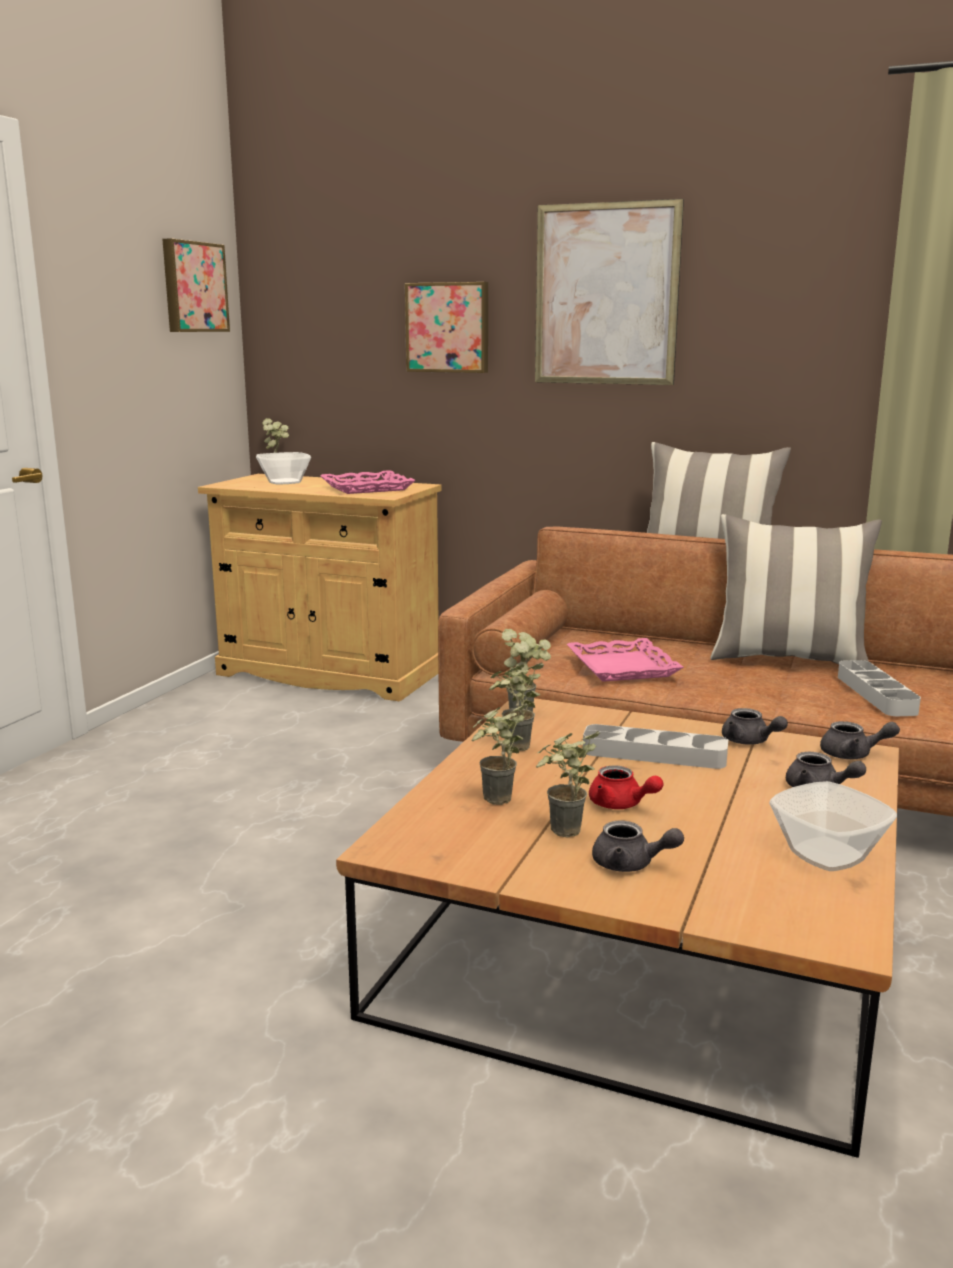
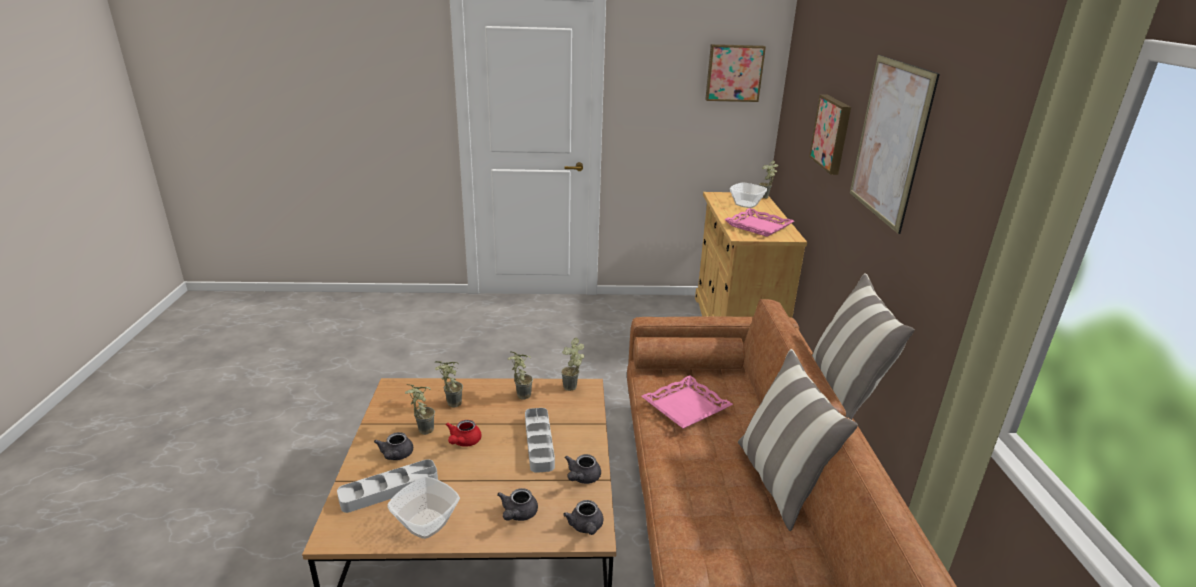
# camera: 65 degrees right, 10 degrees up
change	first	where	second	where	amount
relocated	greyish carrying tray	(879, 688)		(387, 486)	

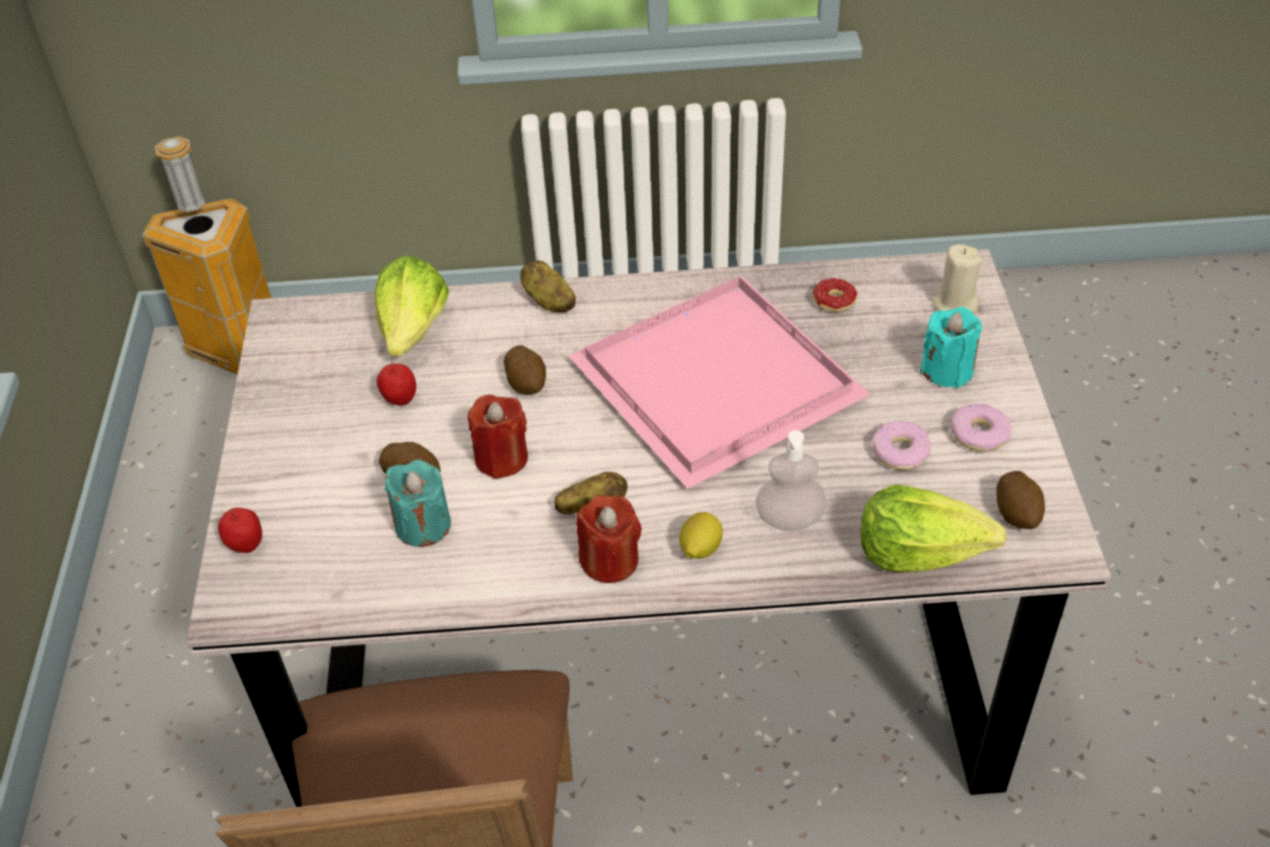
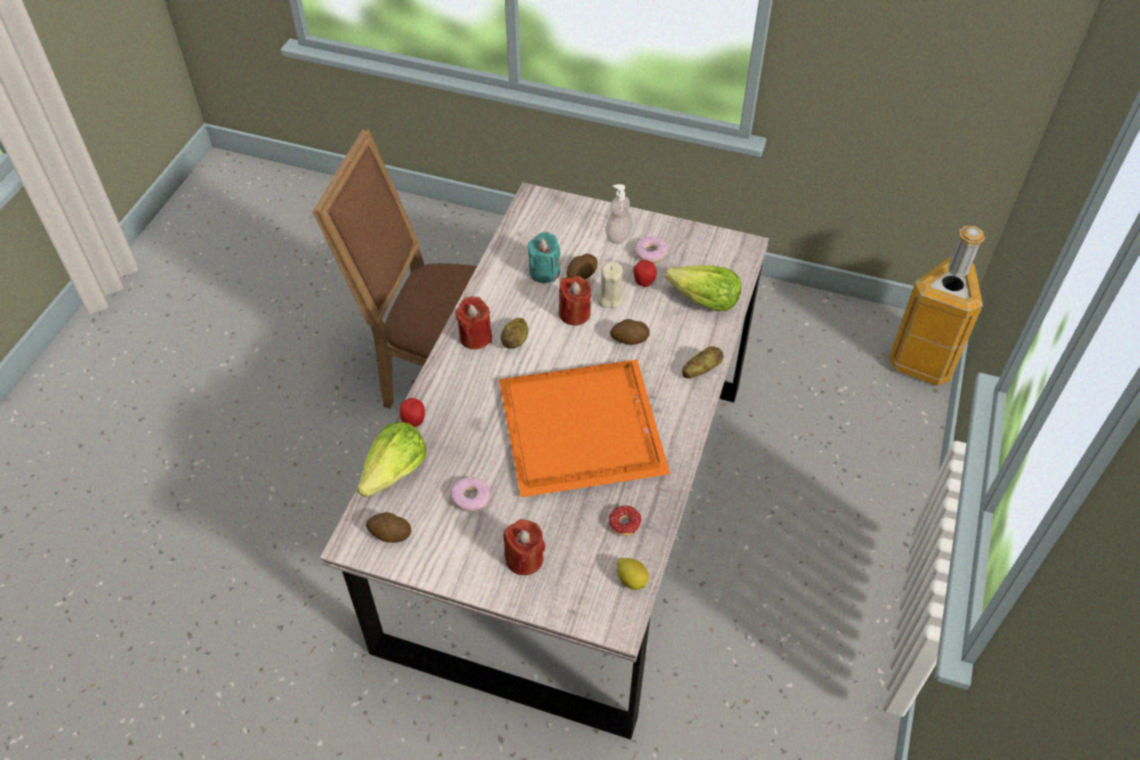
# camera: 110 degrees right, 5 degrees up
change	first	where	second	where	amount
relocated	apple fruit	(240, 530)		(412, 412)	
colour	pink-coloured carrying tray	(720, 382)	orange carrying tray	(584, 428)	
colour	turquoise-coloured candle	(951, 347)	reddish candle	(525, 547)	
relocated	beige candle	(957, 279)		(610, 285)	
relocated	soap bottle	(791, 480)		(619, 214)	
relocated	citrus fruit	(701, 535)		(633, 574)	
relocated	donut	(981, 428)		(651, 249)	

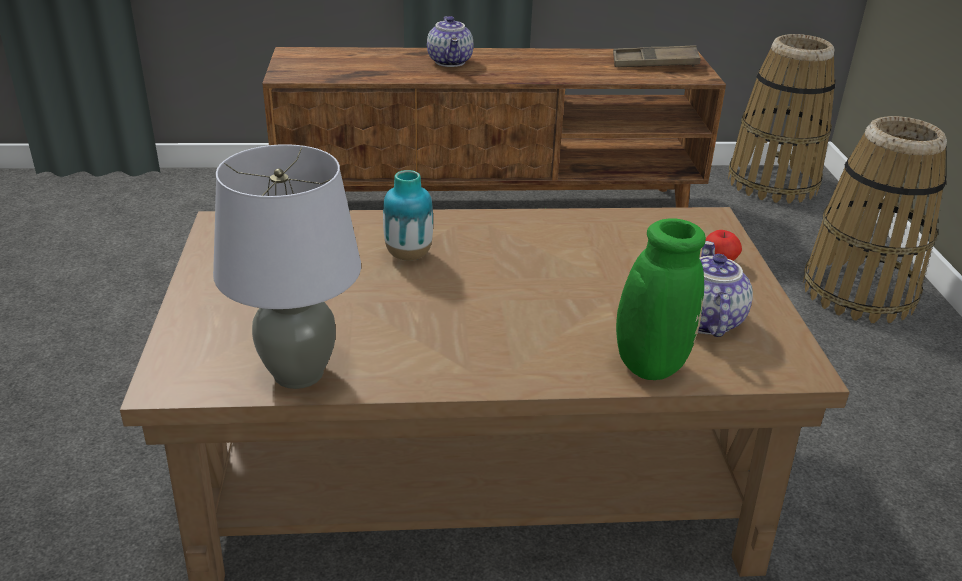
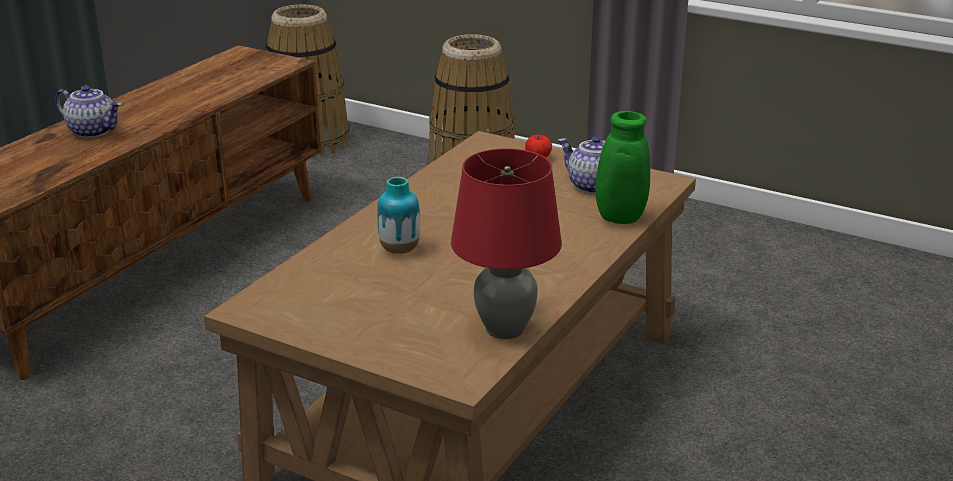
# camera: 55 degrees left, 5 degrees down
change	first	where	second	where	amount
colour	greyish table lamp	(287, 266)	reddish table lamp	(506, 243)	
missing	brownish carrying tray	(657, 56)			

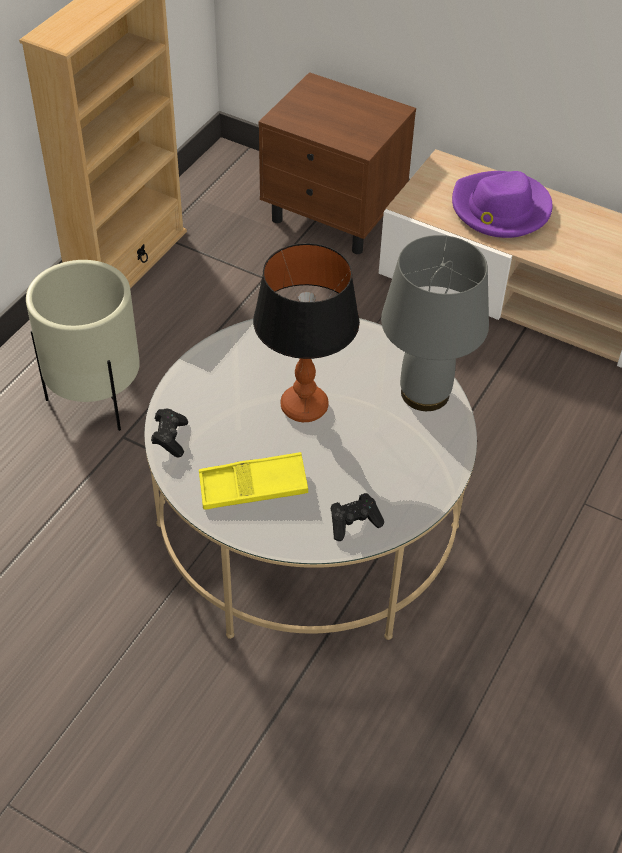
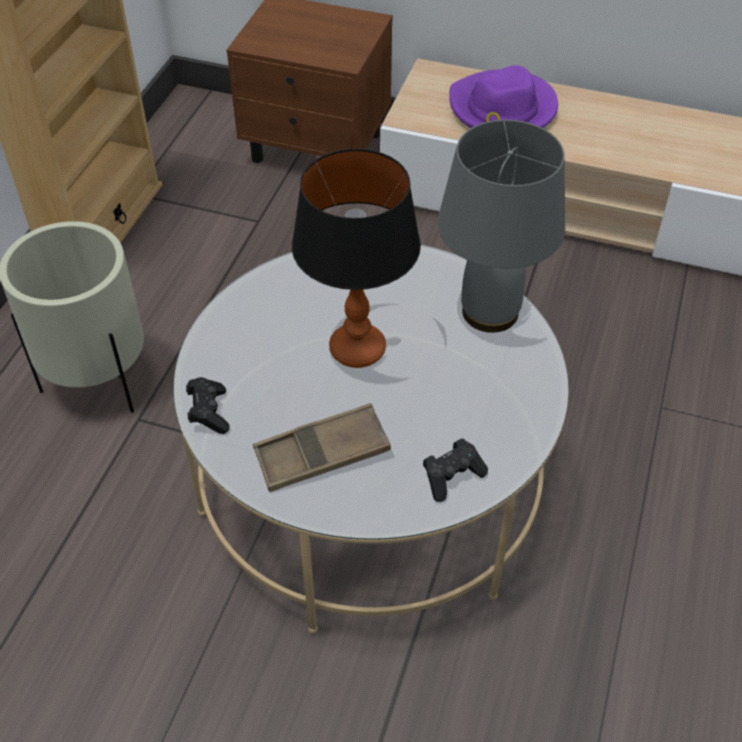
# camera: 10 degrees left, 0 degrees up
change	first	where	second	where	amount
colour	yellow-coloured carrying tray	(253, 481)	brownish carrying tray	(322, 447)	

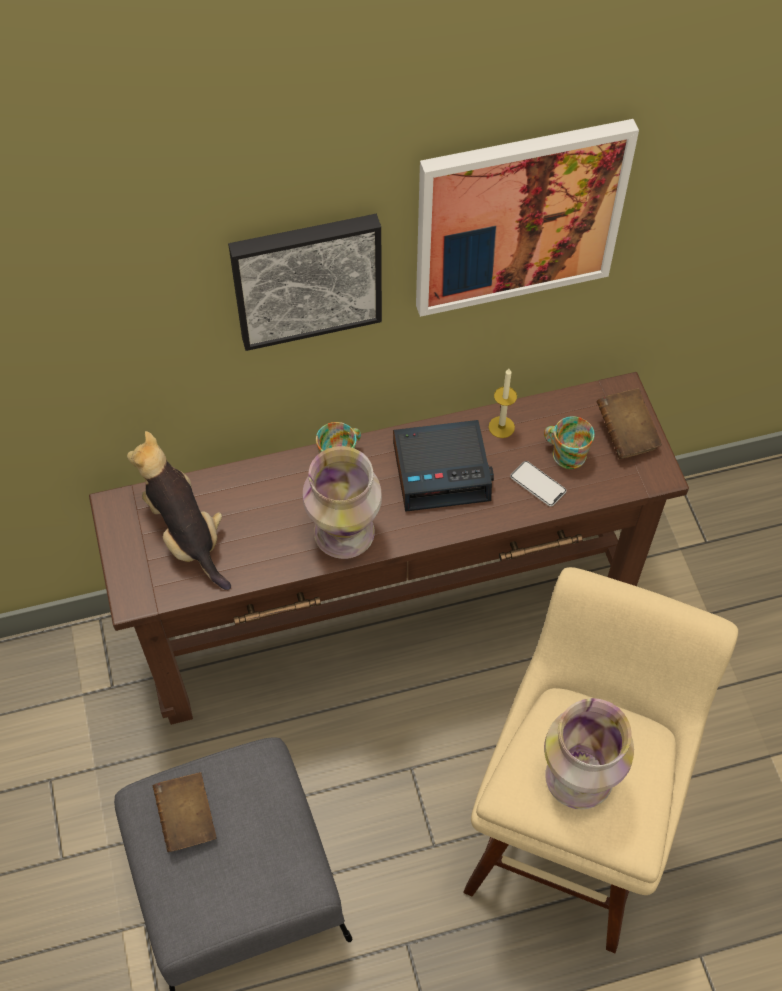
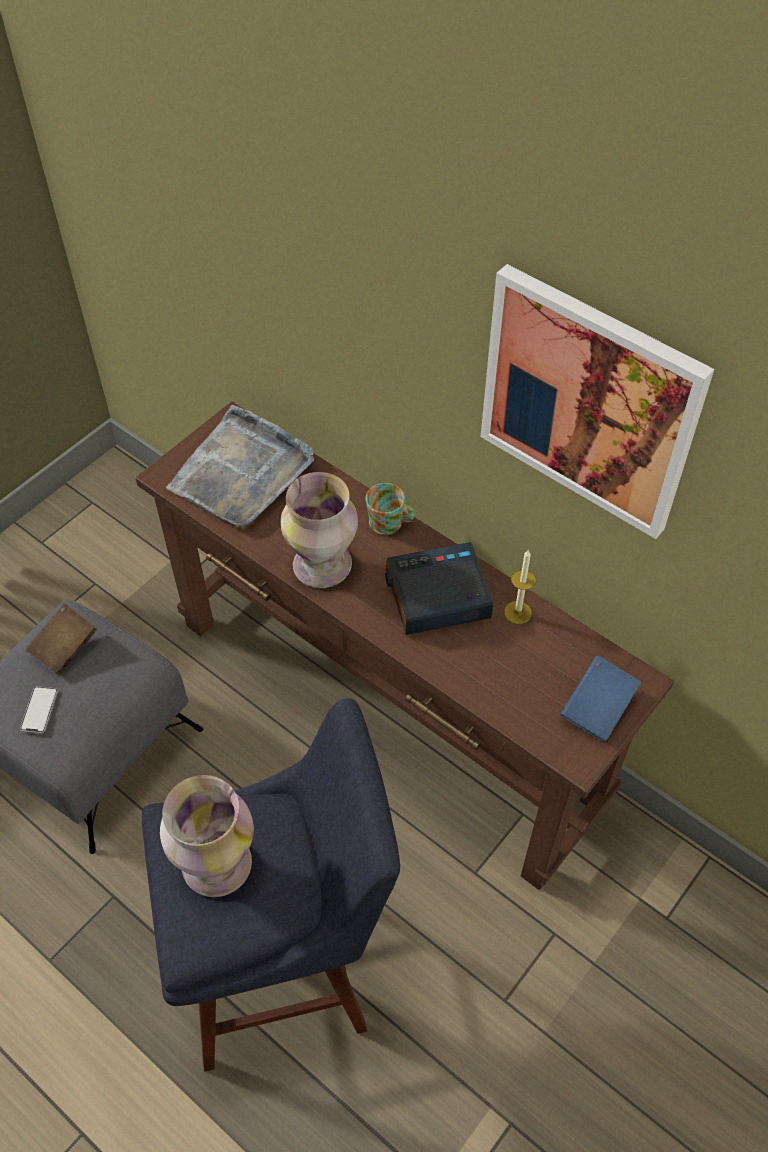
# camera: 55 degrees right, 5 degrees down
change	first	where	second	where	amount
relocated	telephone	(538, 484)		(39, 709)	
colour	beige stool	(600, 760)	blue-coloured stool	(271, 885)	
exchanged	plush toy	(179, 510)	greyish carrying tray	(240, 466)	
spun	table clock	(443, 466)		(439, 588)	120 degrees clockwise
colour	brownish bound book	(629, 423)	blue-coloured bound book	(601, 698)	
missing	picture	(305, 282)			
missing	tea mug	(569, 442)			

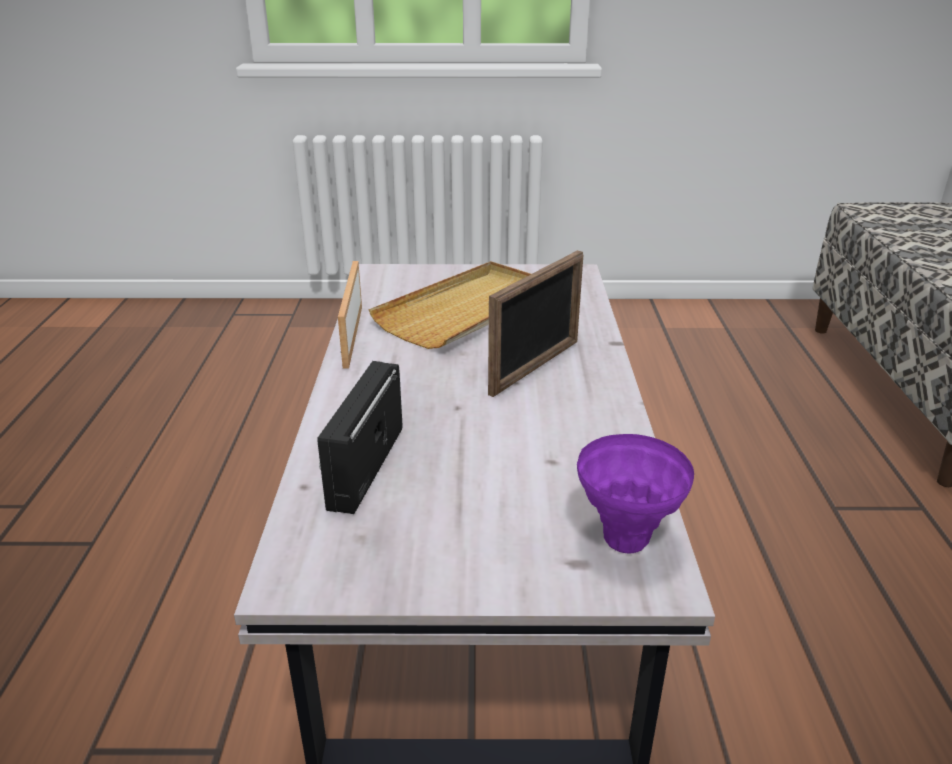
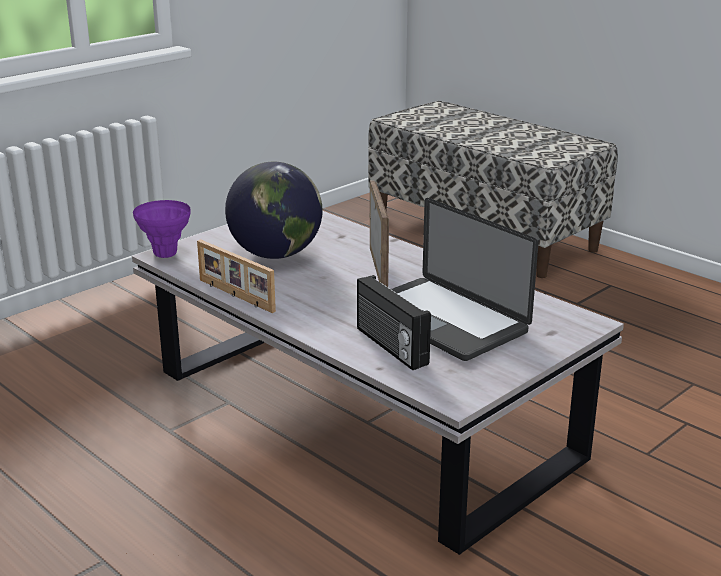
# camera: 45 degrees left, 5 degrees down
change	first	where	second	where	amount
relocated	purplish decorative vase	(635, 493)		(162, 229)	
exchanged	beige carrying tray	(449, 305)	desk globe	(274, 210)	
appeared			laptop	(464, 279)	

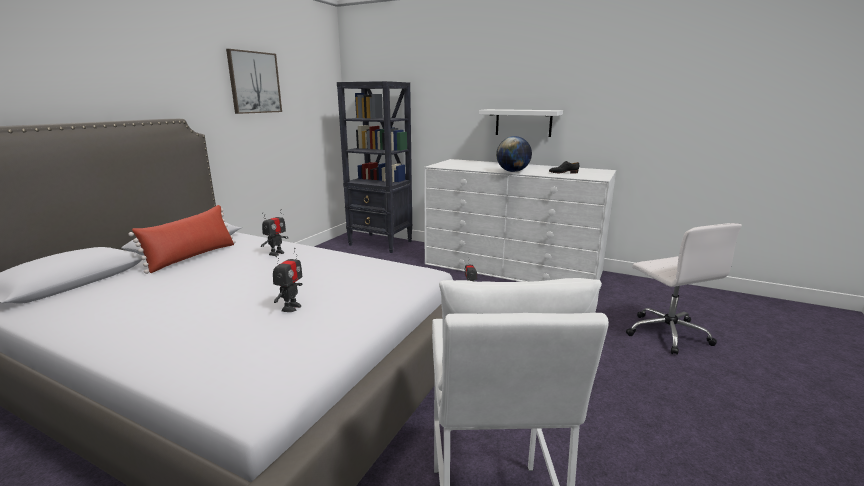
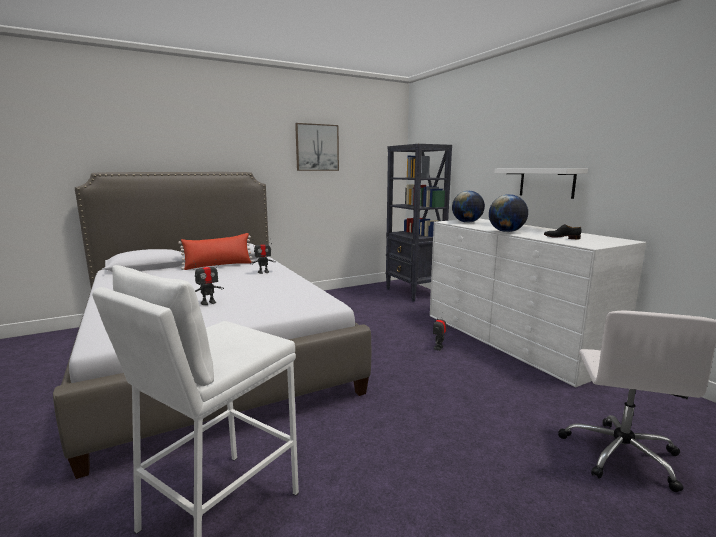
# camera: 35 degrees right, 5 degrees down
change	first	where	second	where	amount
appeared			desk globe	(468, 207)	

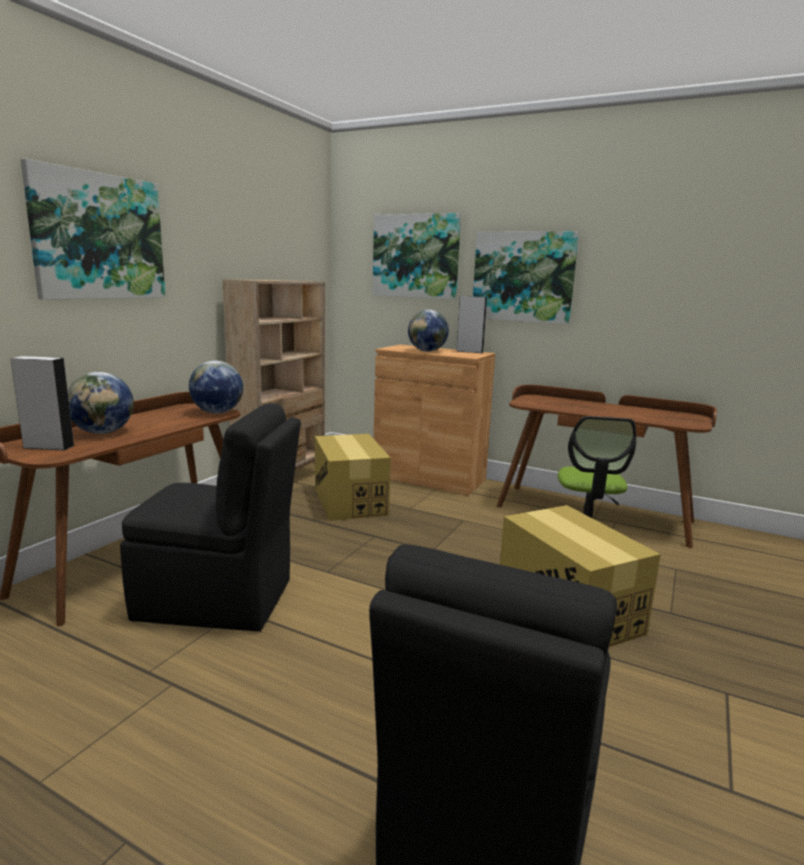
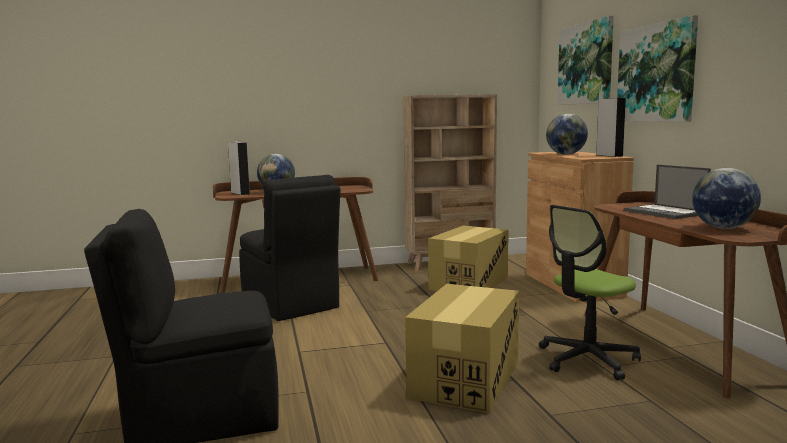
# camera: 50 degrees right, 5 degrees down
change	first	where	second	where	amount
appeared			laptop	(667, 192)	
relocated	desk globe	(216, 387)		(726, 198)	
missing	picture	(93, 229)			

